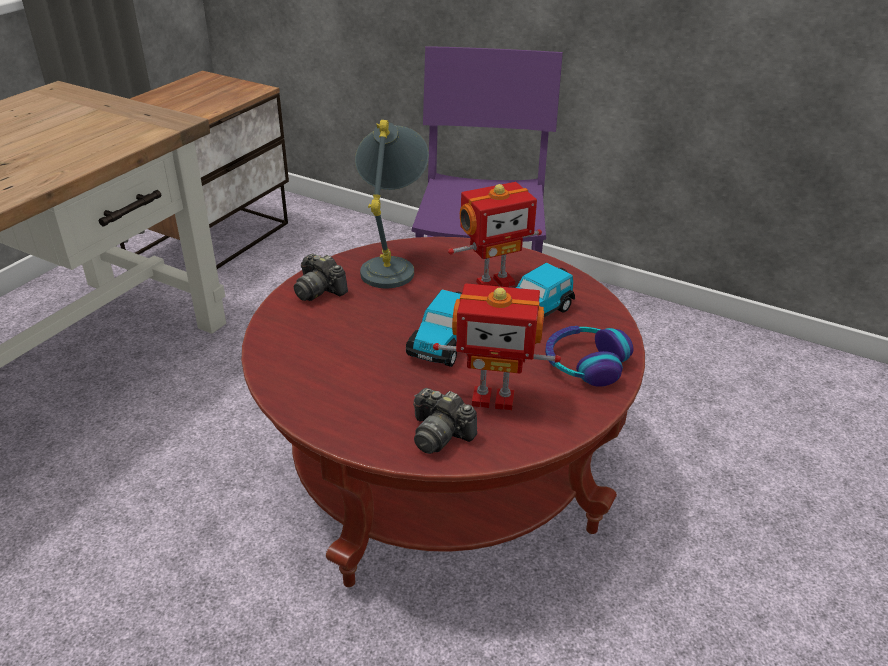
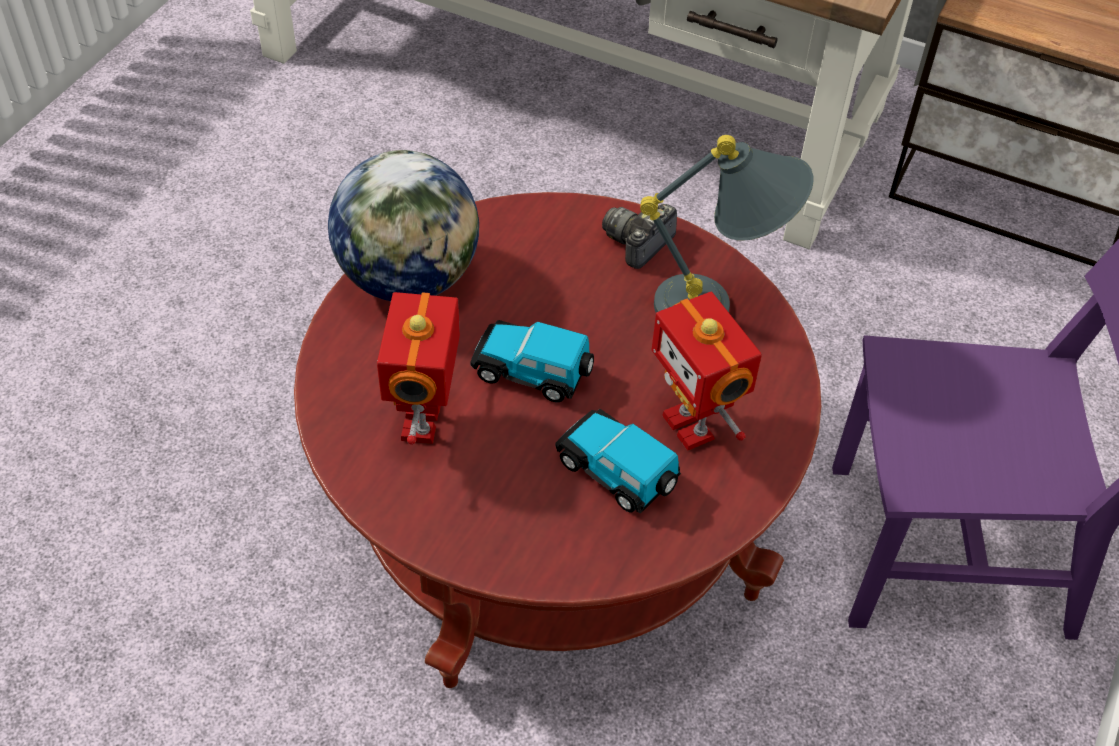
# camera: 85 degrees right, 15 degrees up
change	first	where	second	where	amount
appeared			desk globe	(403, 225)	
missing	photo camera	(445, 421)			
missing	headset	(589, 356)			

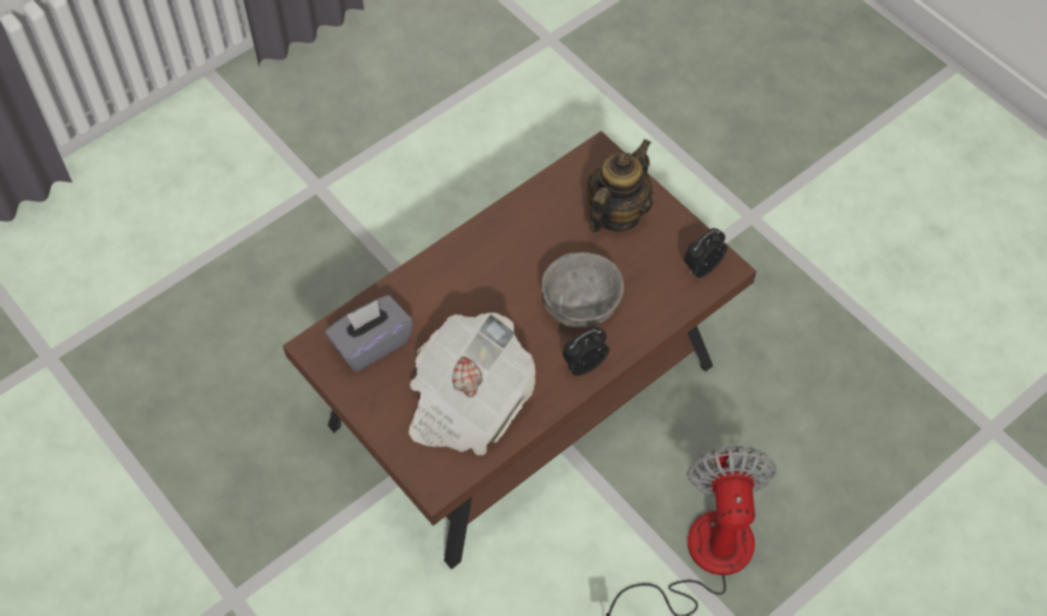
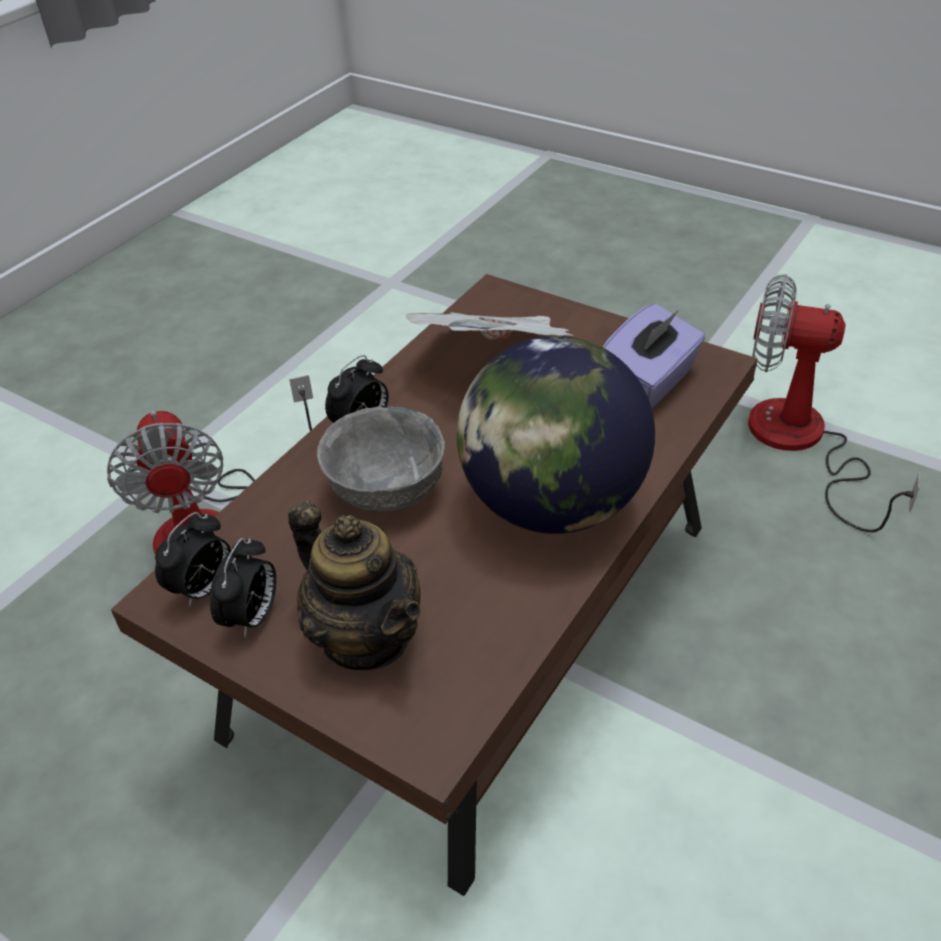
# camera: 165 degrees right, 15 degrees down
change	first	where	second	where	amount
appeared			table clock	(243, 588)	
spun	tea pot	(620, 185)		(354, 585)	60 degrees counterclockwise
appeared			desk globe	(556, 435)	
colour	greyish box of tissues	(369, 333)	purplish box of tissues	(654, 356)	
appeared			cooling fan	(834, 403)	

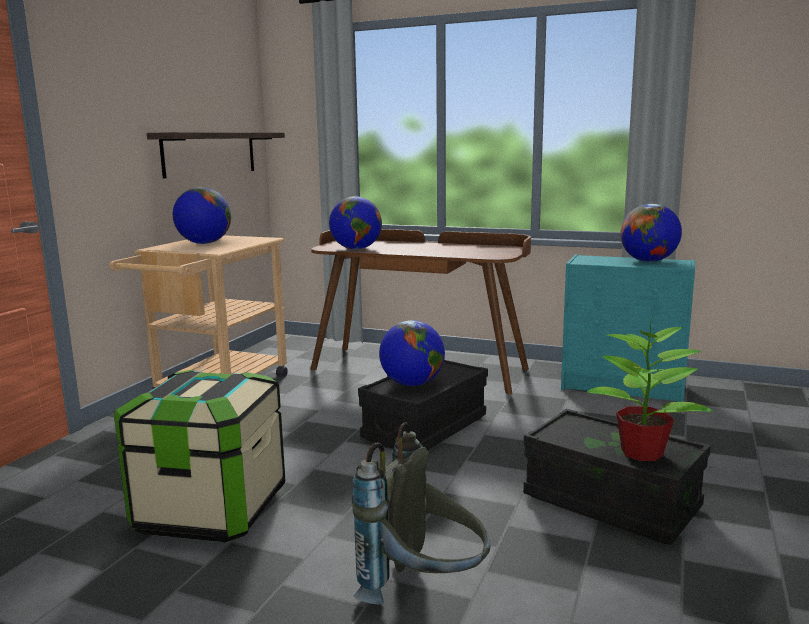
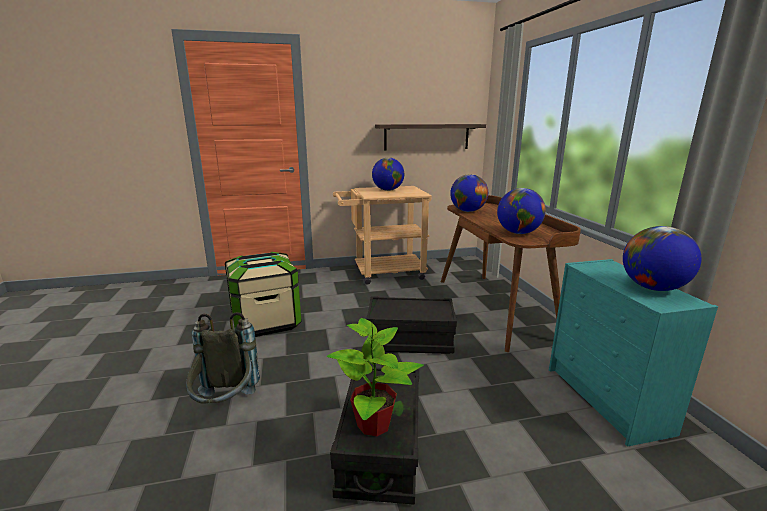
# camera: 55 degrees right, 5 degrees up
change	first	where	second	where	amount
relocated	desk globe	(412, 353)		(521, 211)	

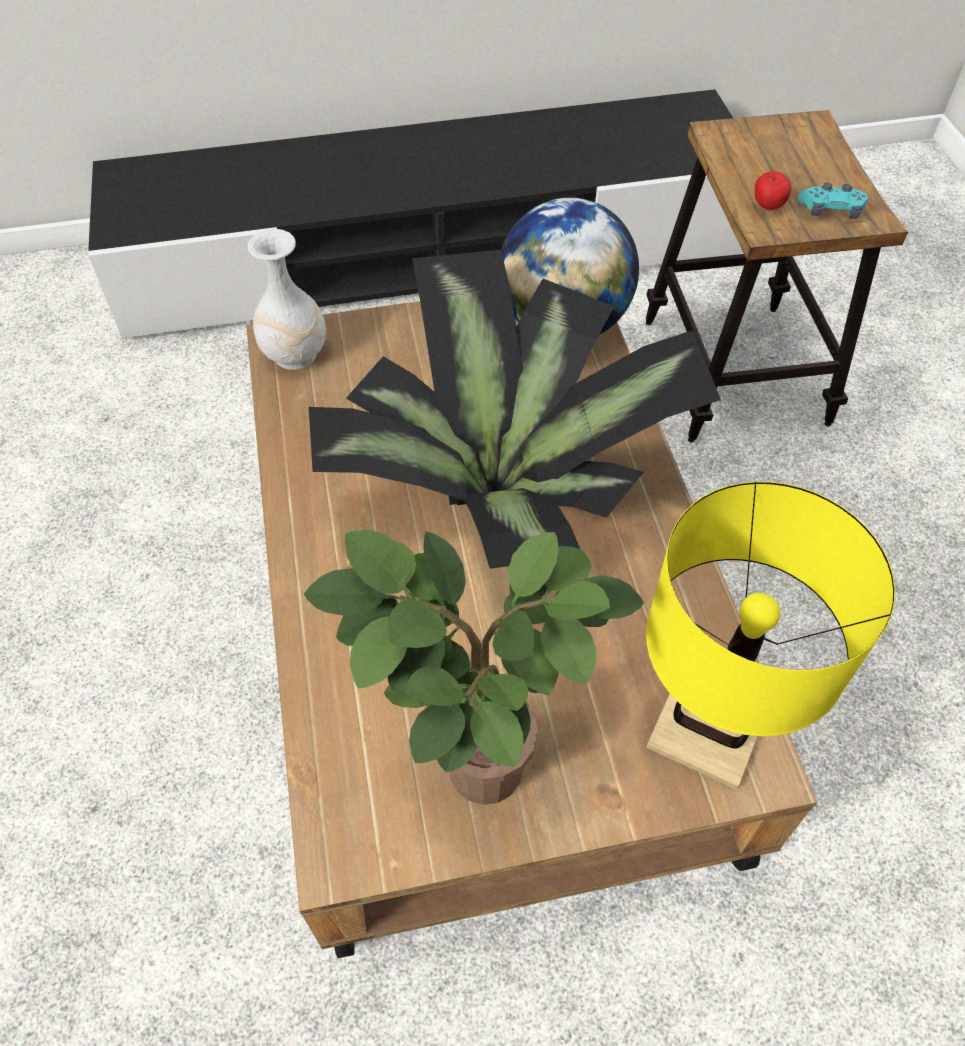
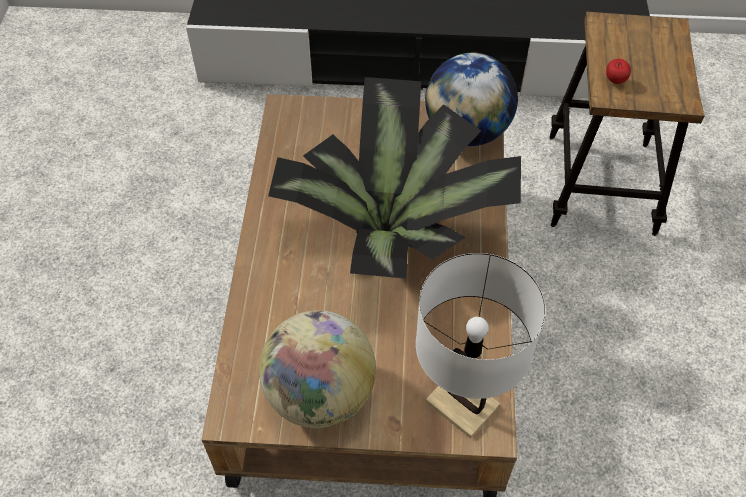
# camera: 15 degrees right, 0 degrees up
change	first	where	second	where	amount
exchanged	plant in a pot	(474, 667)	desk globe	(317, 369)	
colour	yellow-coloured table lamp	(770, 636)	white-coloured table lamp	(480, 346)	
missing	white-coloured decorative vase	(286, 299)			
missing	turquoise-coloured gamepad	(833, 200)			

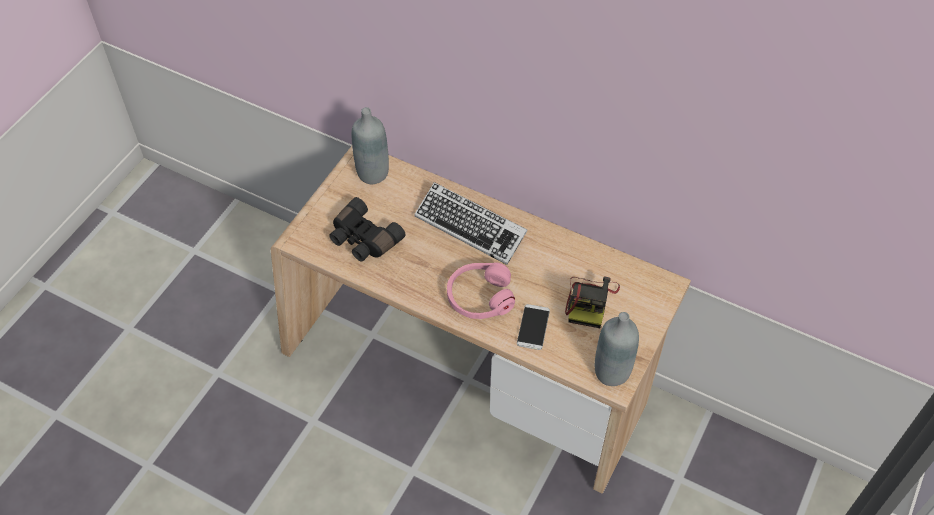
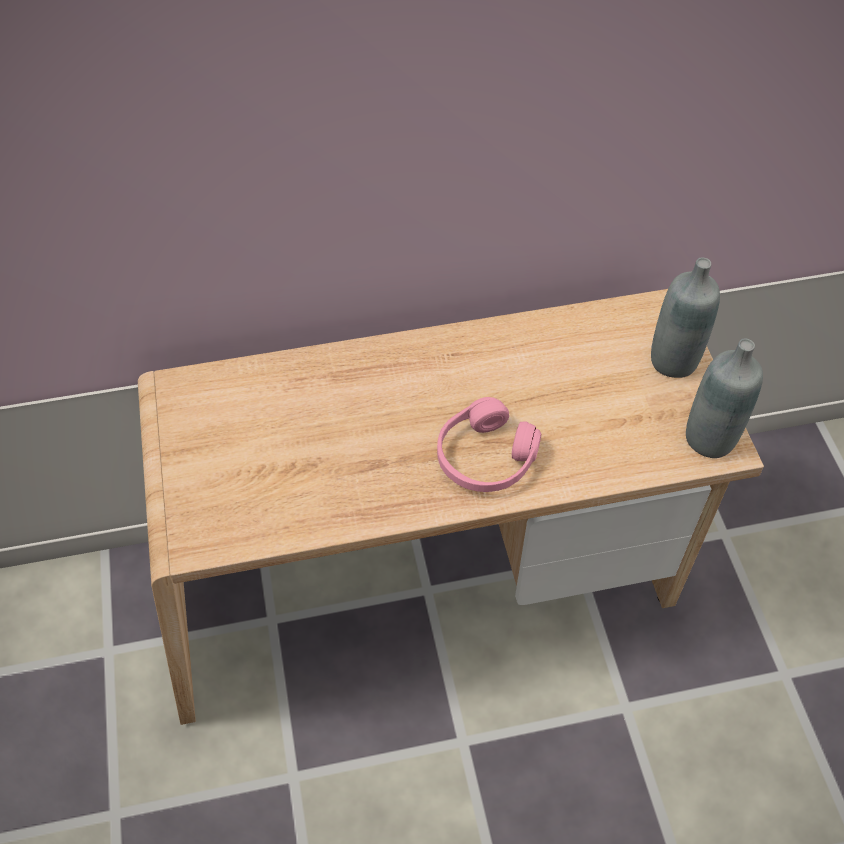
# camera: 40 degrees left, 0 degrees up
change	first	where	second	where	amount
relocated	greyish drink bottle	(370, 145)		(685, 317)	
missing	black-coloured binoculars	(367, 229)			
missing	computer keyboard	(471, 223)			
missing	telephone	(533, 327)			
missing	photo camera	(592, 302)			

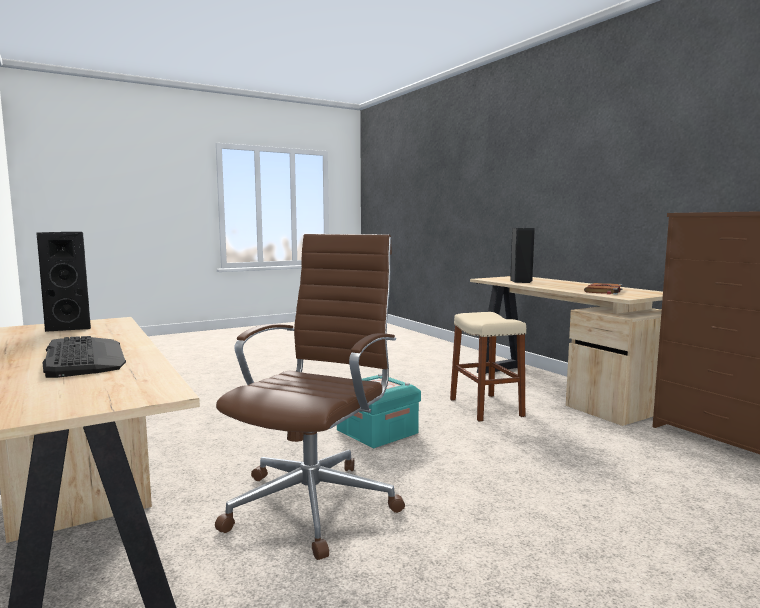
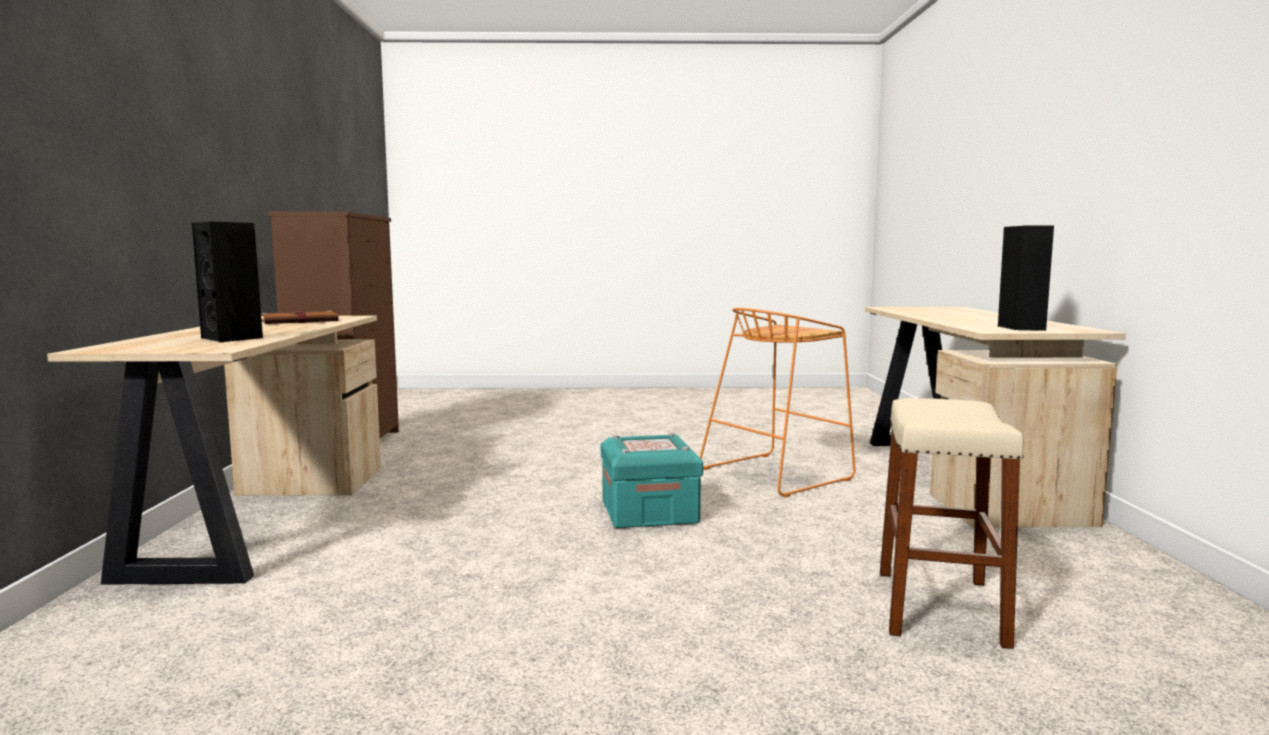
# camera: 150 degrees left, 0 degrees up
change	first	where	second	where	amount
exchanged	brownish desk chair	(310, 397)	orange stool	(778, 403)	
relocated	beige stool	(488, 367)		(952, 523)	
missing	computer keyboard	(84, 357)			

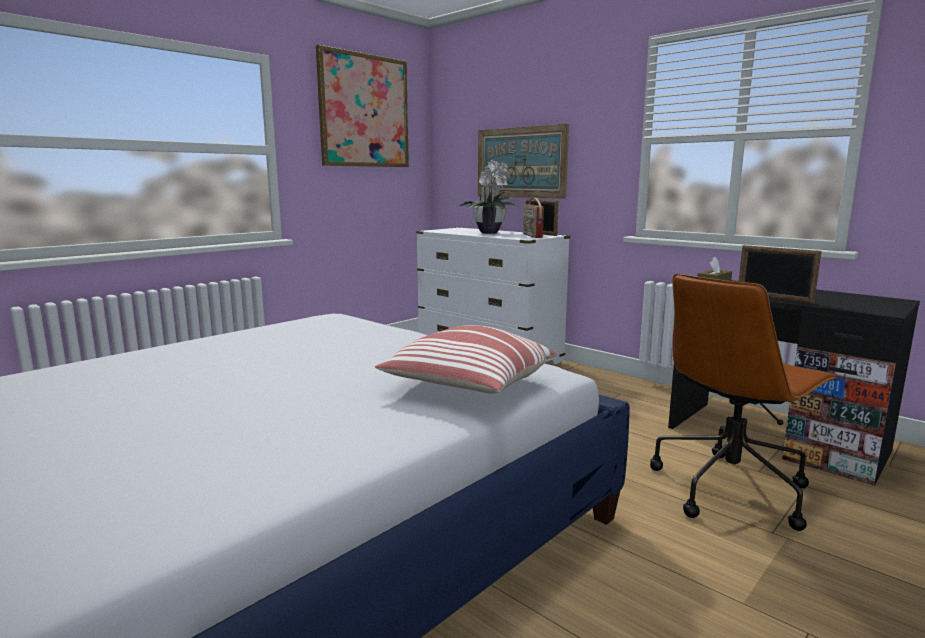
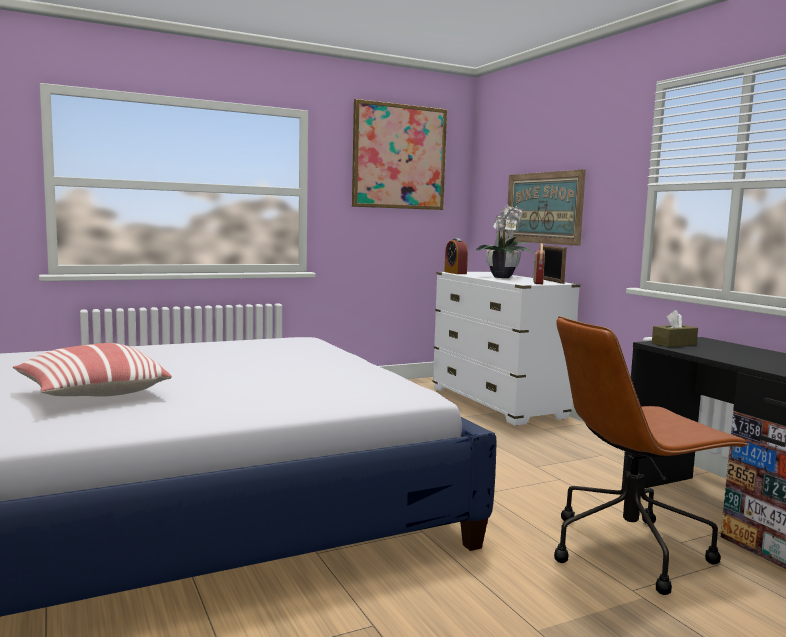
# camera: 20 degrees right, 5 degrees down
change	first	where	second	where	amount
relocated	pillow	(466, 359)		(92, 370)	
appeared			table clock	(456, 256)	
missing	picture frame	(780, 274)			

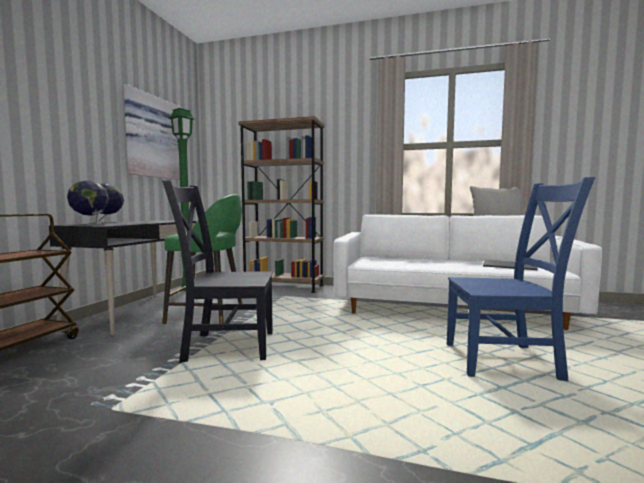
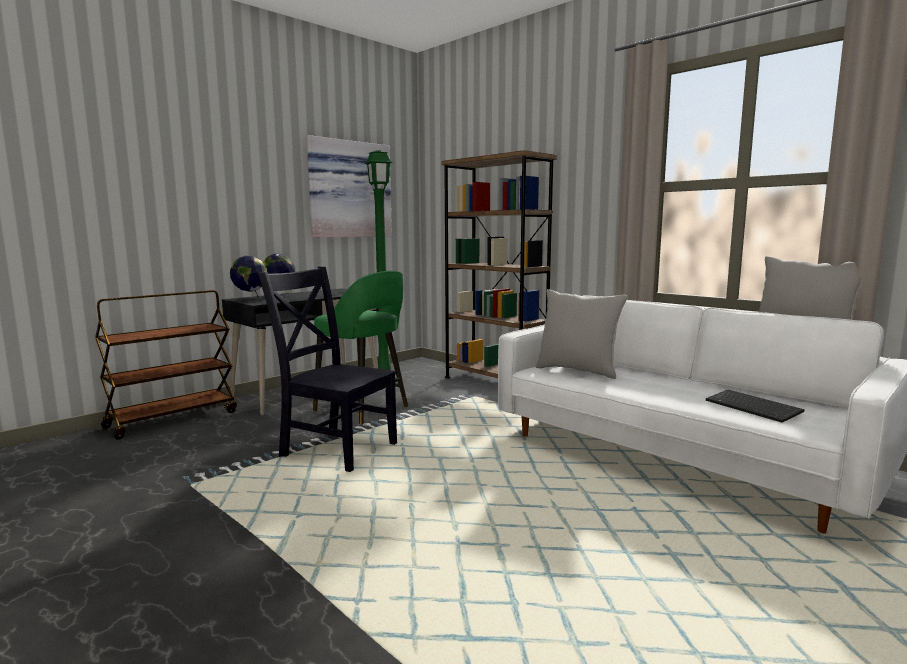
# camera: 30 degrees right, 5 degrees up
change	first	where	second	where	amount
appeared			greyish pillow	(581, 334)	
missing	blue-coloured upright chair	(521, 279)			

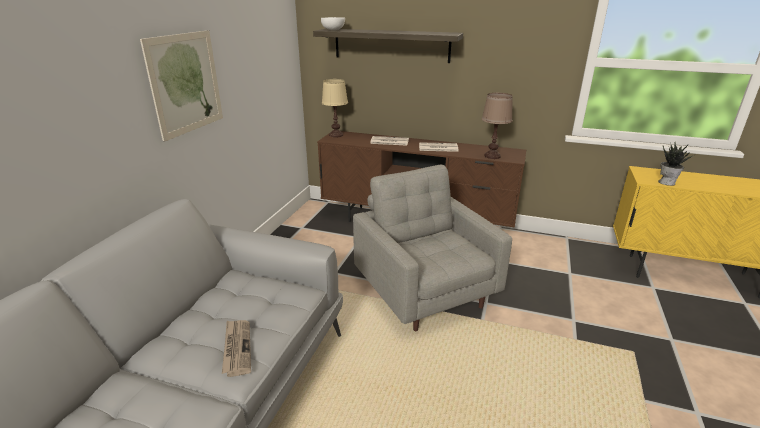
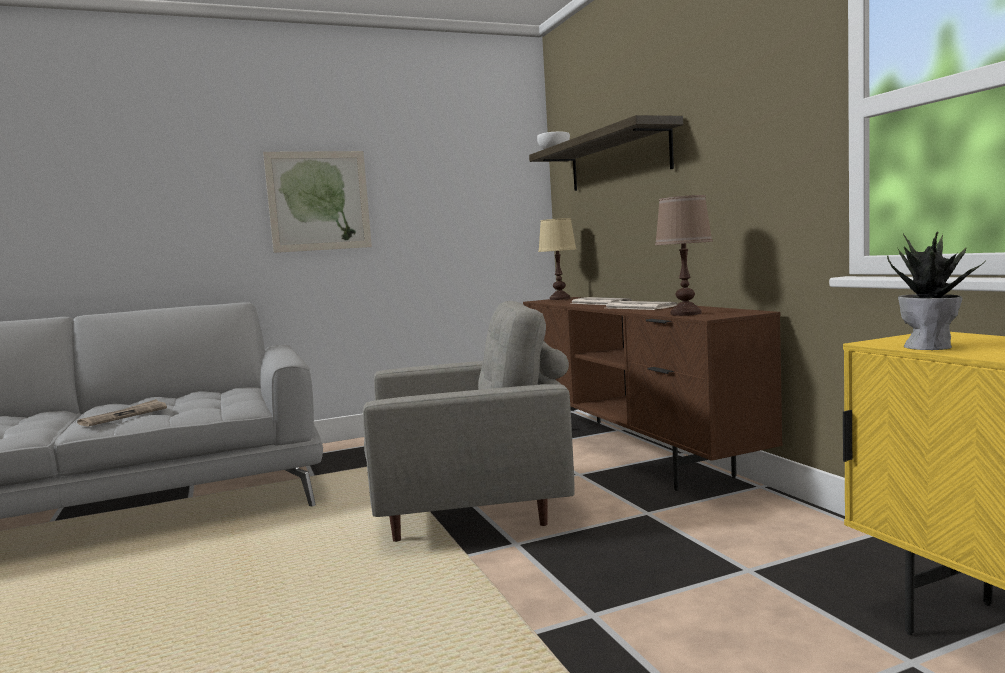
# camera: 50 degrees right, 20 degrees down
change	first	where	second	where	amount
spun	greyish armchair	(432, 248)		(469, 421)	60 degrees clockwise

